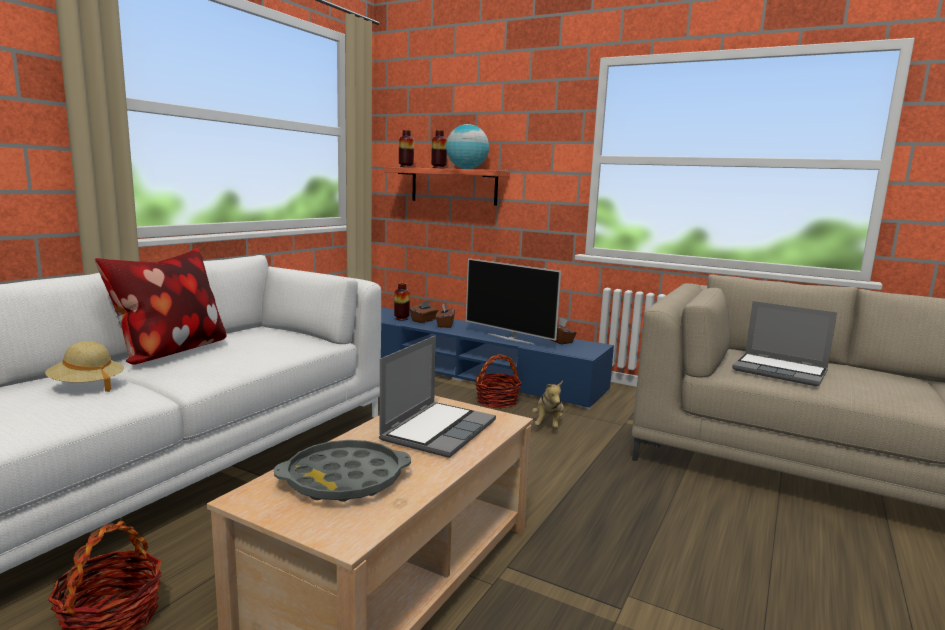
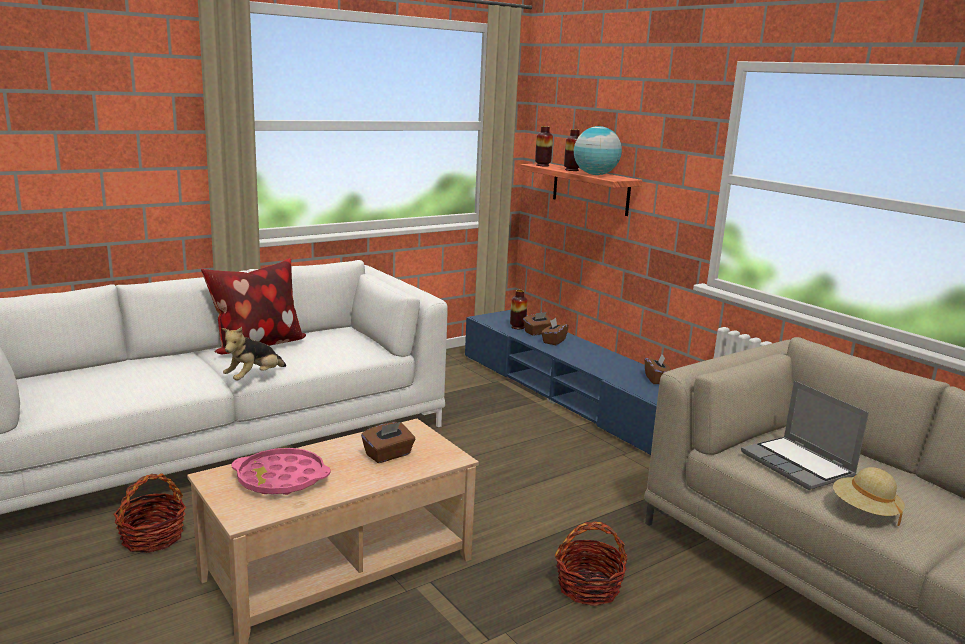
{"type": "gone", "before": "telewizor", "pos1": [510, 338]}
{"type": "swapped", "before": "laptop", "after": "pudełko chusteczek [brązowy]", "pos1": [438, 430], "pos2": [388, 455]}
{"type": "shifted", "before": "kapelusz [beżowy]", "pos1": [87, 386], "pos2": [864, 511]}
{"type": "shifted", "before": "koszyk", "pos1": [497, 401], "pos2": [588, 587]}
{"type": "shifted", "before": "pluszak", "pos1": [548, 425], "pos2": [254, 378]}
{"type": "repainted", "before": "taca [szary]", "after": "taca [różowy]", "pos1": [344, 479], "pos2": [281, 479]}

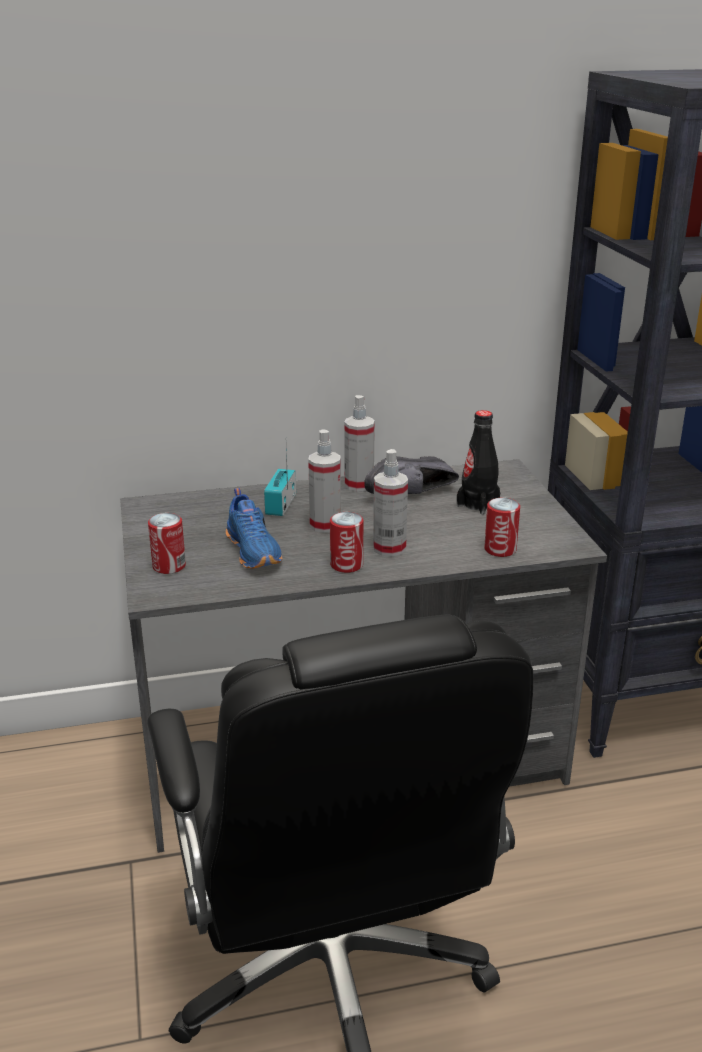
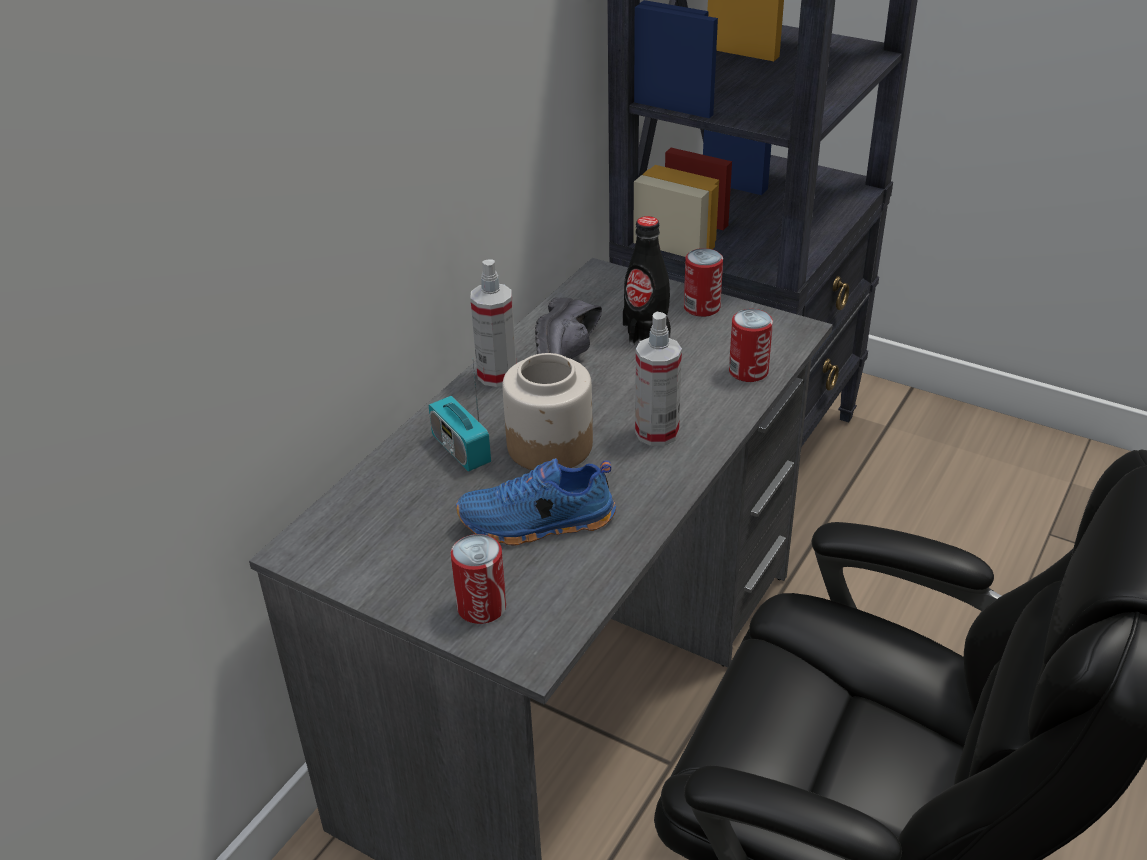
{"type": "swapped", "before": "spryskiwacz", "after": "słoik", "pos1": [325, 525], "pos2": [550, 445]}
{"type": "rotated", "before": "but [niebieski]", "pos1": [255, 551], "pos2": [537, 524], "turn": 150}
{"type": "shifted", "before": "puszka", "pos1": [346, 565], "pos2": [702, 307]}

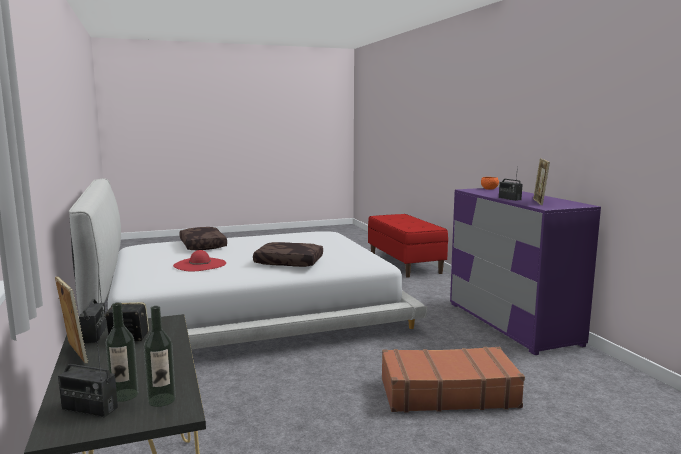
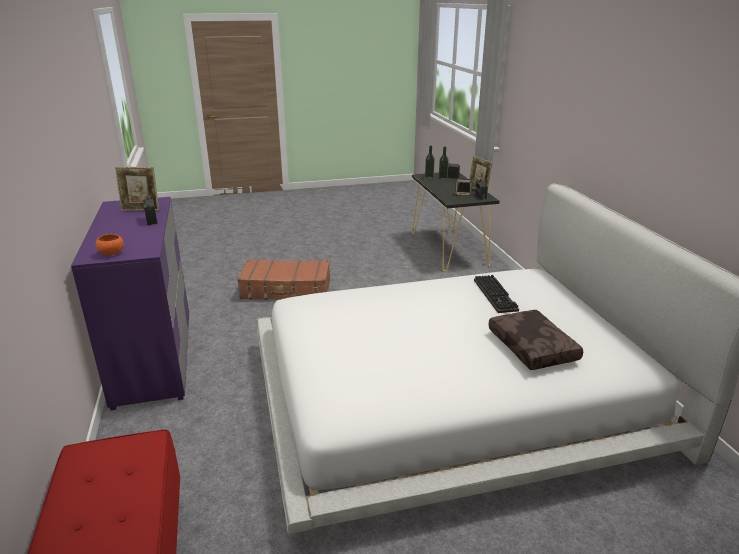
{"type": "rotated", "before": "ramka na zdjęcie", "pos1": [539, 202], "pos2": [141, 210], "turn": 75}
{"type": "gone", "before": "poduszka [brązowy]", "pos1": [288, 262]}
{"type": "swapped", "before": "kapelusz [czerwony]", "after": "klawiatura", "pos1": [199, 264], "pos2": [497, 295]}

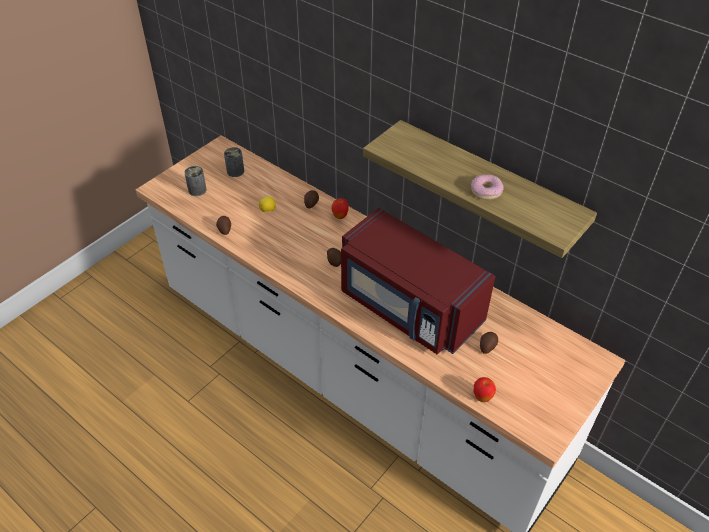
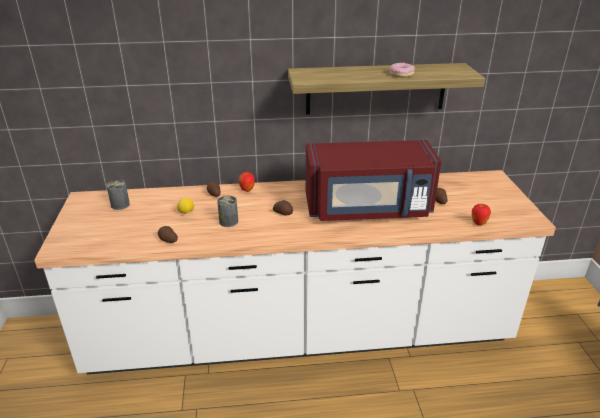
{"type": "shifted", "before": "puszka", "pos1": [197, 190], "pos2": [228, 222]}

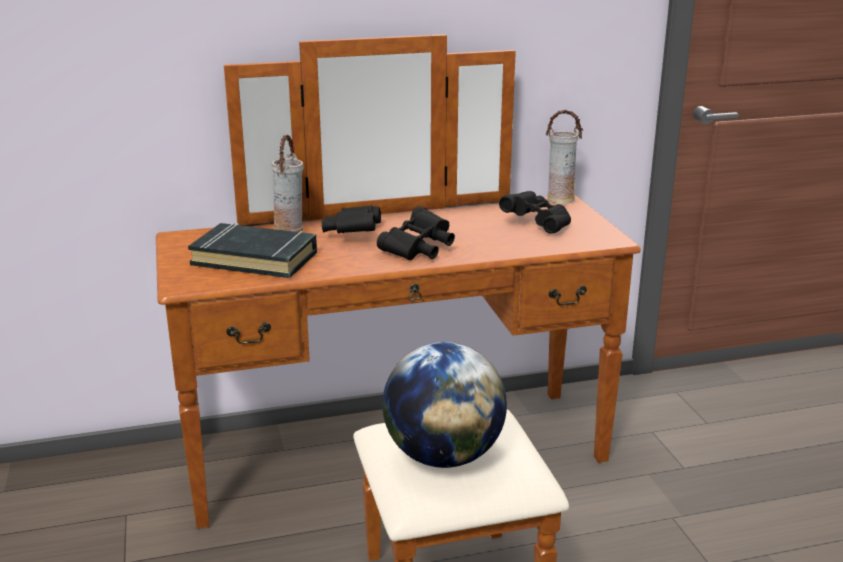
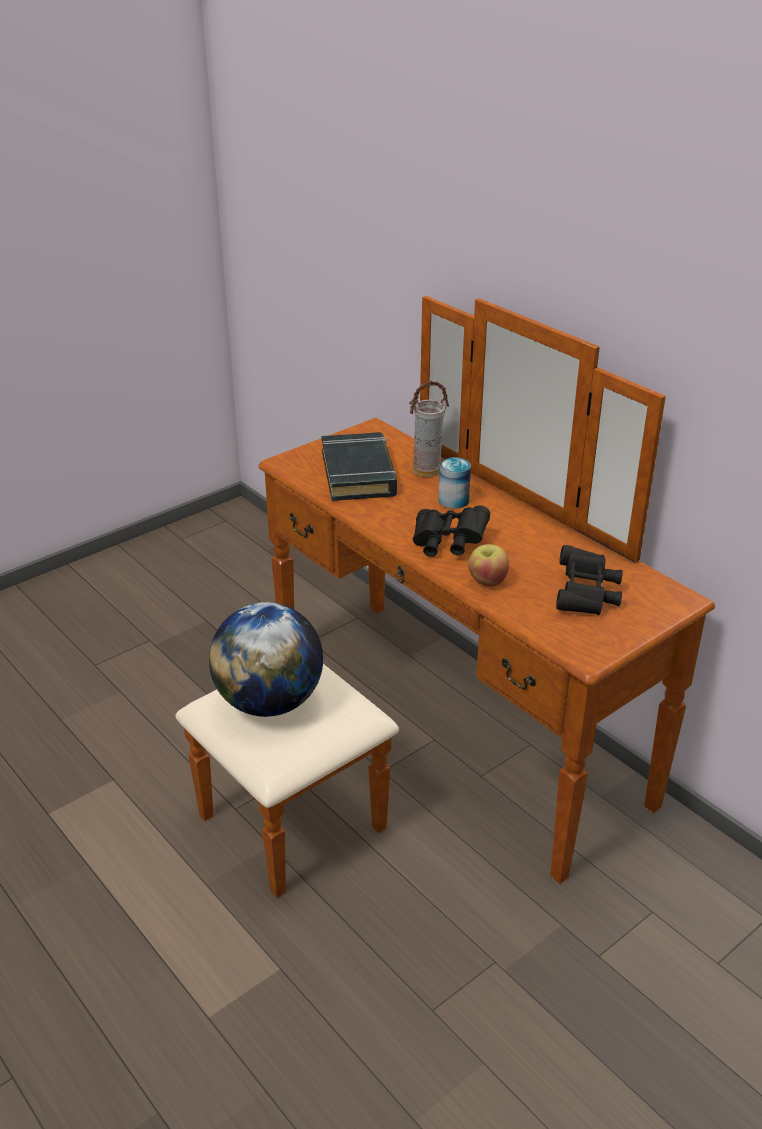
{"type": "gone", "before": "wazon", "pos1": [560, 199]}
{"type": "swapped", "before": "lornetka [czarny]", "after": "puszka", "pos1": [353, 234], "pos2": [453, 500]}
{"type": "new", "after": "jabłko", "pos2": [487, 581]}

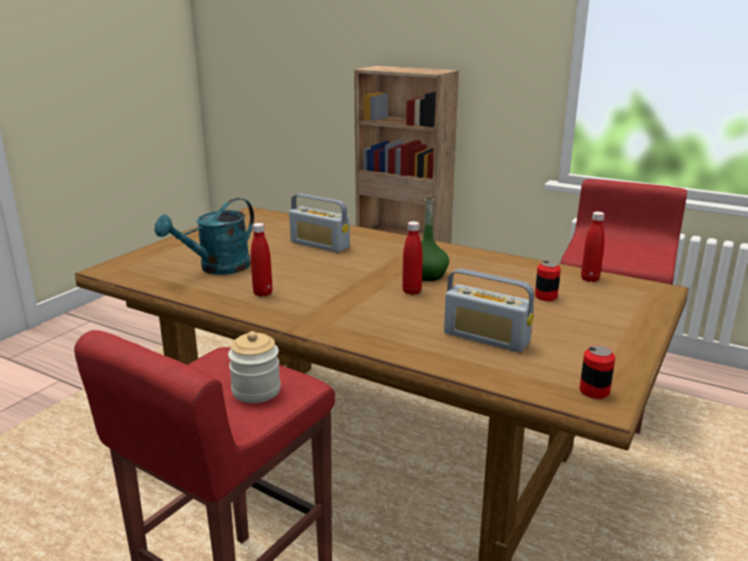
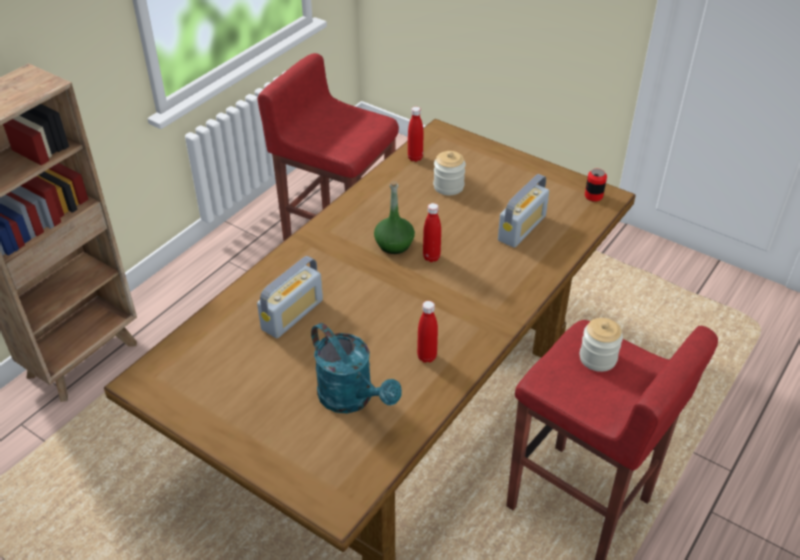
{"type": "swapped", "before": "puszka", "after": "słoik", "pos1": [546, 296], "pos2": [448, 186]}

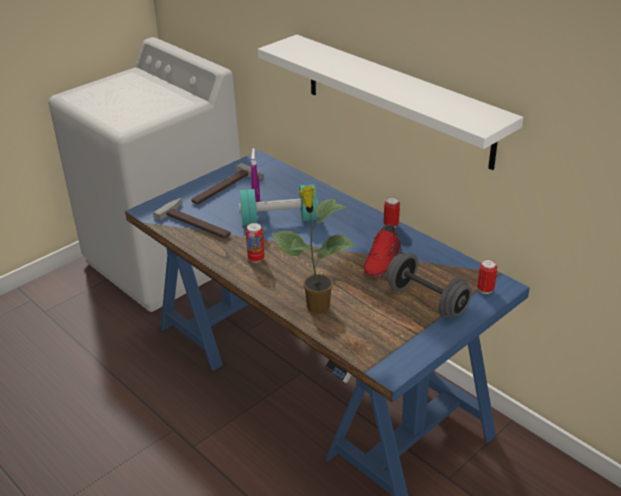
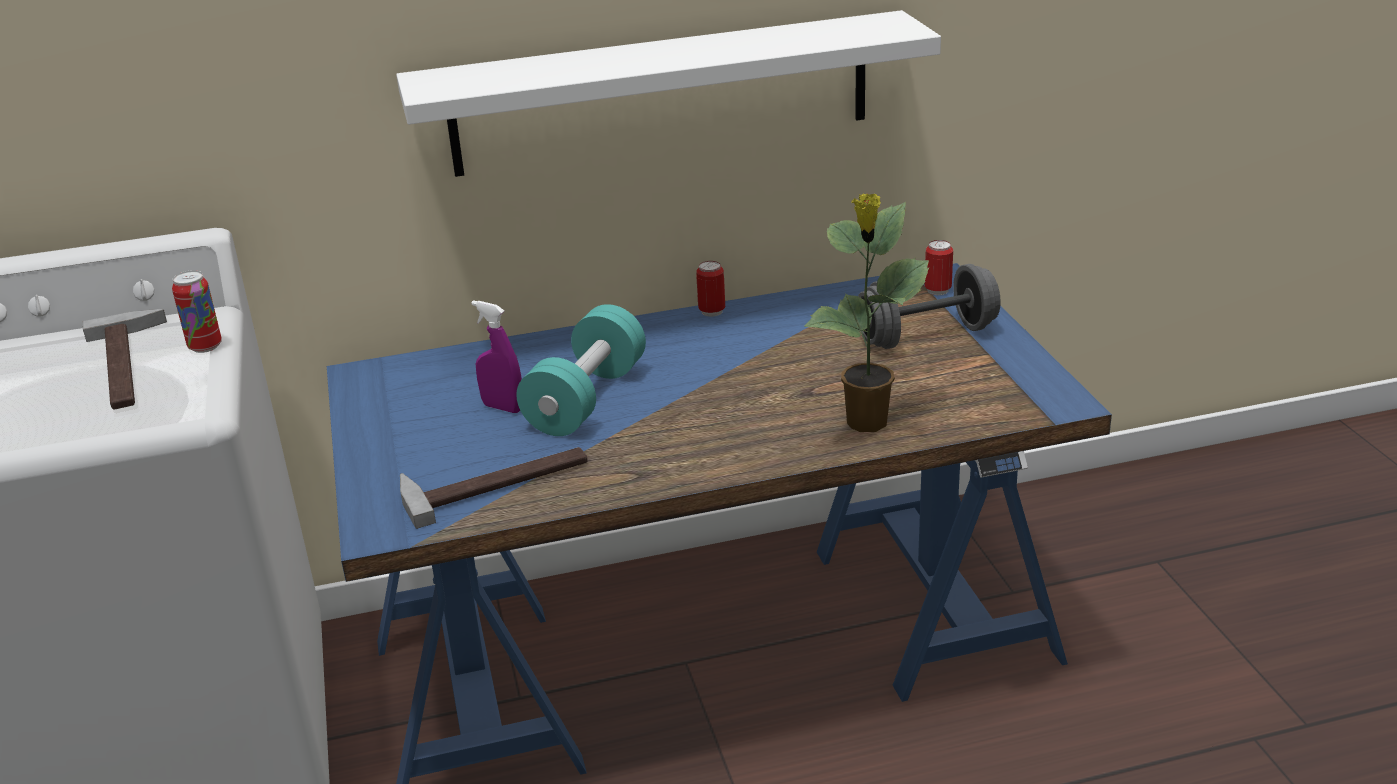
{"type": "shifted", "before": "młotek", "pos1": [226, 189], "pos2": [130, 365]}
{"type": "shifted", "before": "puszka", "pos1": [256, 258], "pos2": [205, 346]}
{"type": "gone", "before": "but [czerwony]", "pos1": [383, 262]}

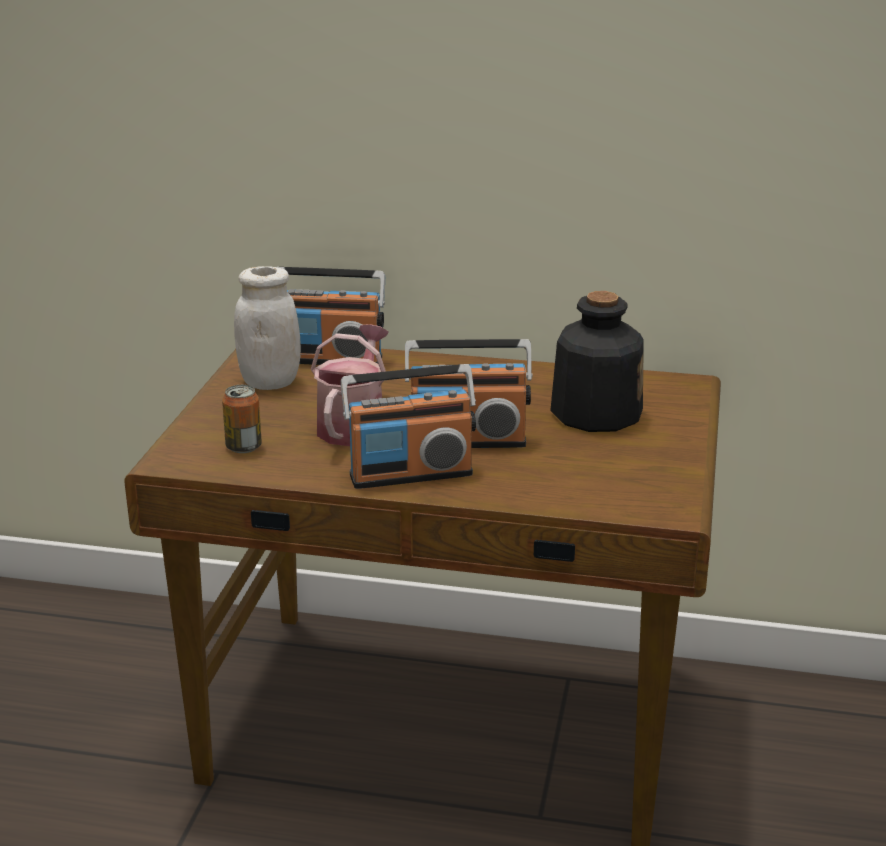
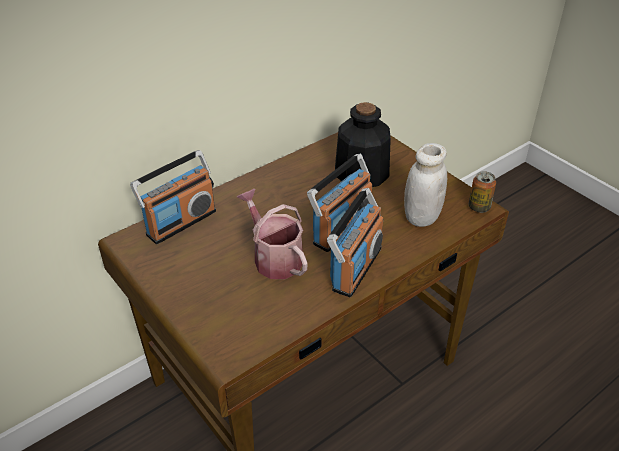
{"type": "shifted", "before": "słoik [biały]", "pos1": [270, 382], "pos2": [421, 217]}
{"type": "shifted", "before": "puszka", "pos1": [243, 447], "pos2": [479, 207]}

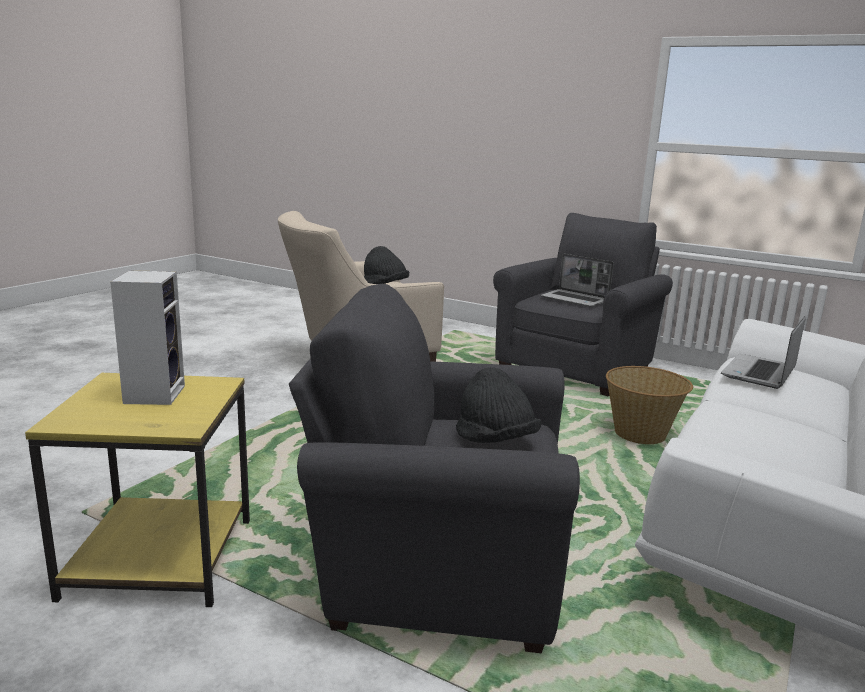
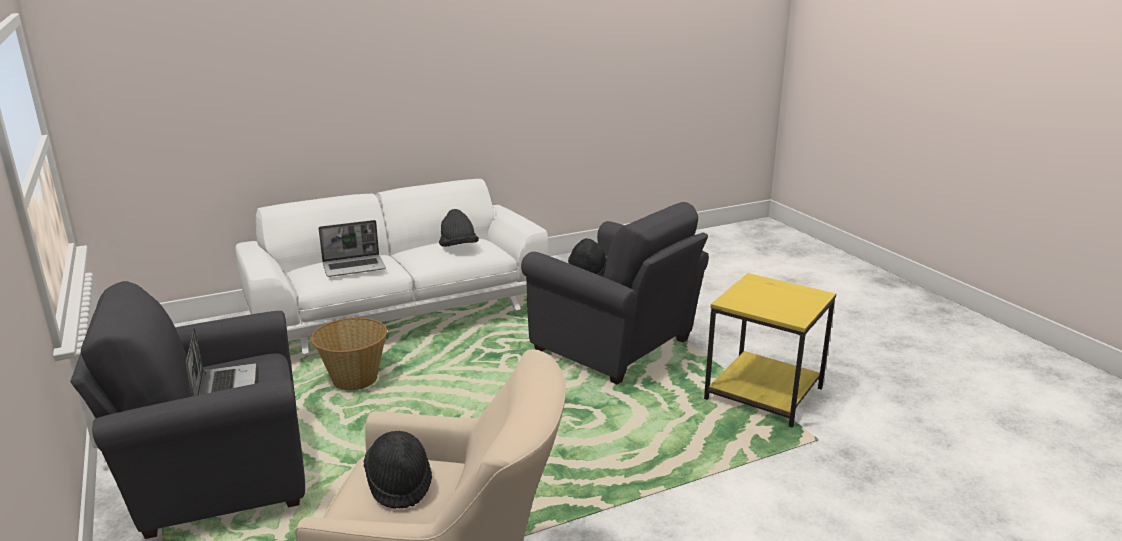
{"type": "gone", "before": "głośnik", "pos1": [154, 393]}
{"type": "new", "after": "kapelusz [czarny]", "pos2": [458, 247]}

